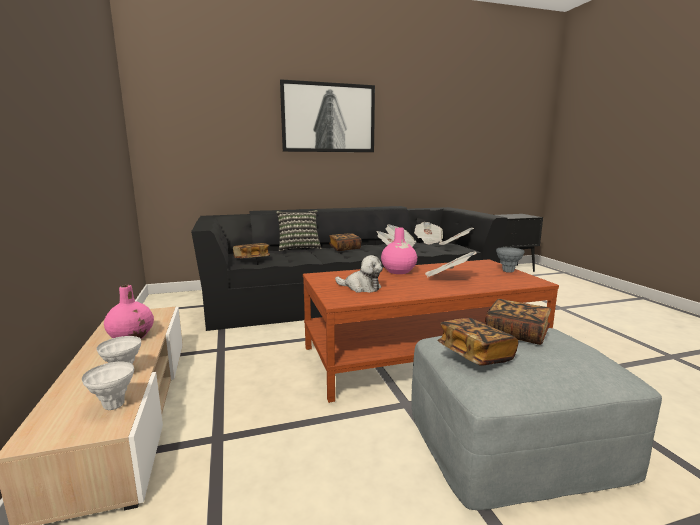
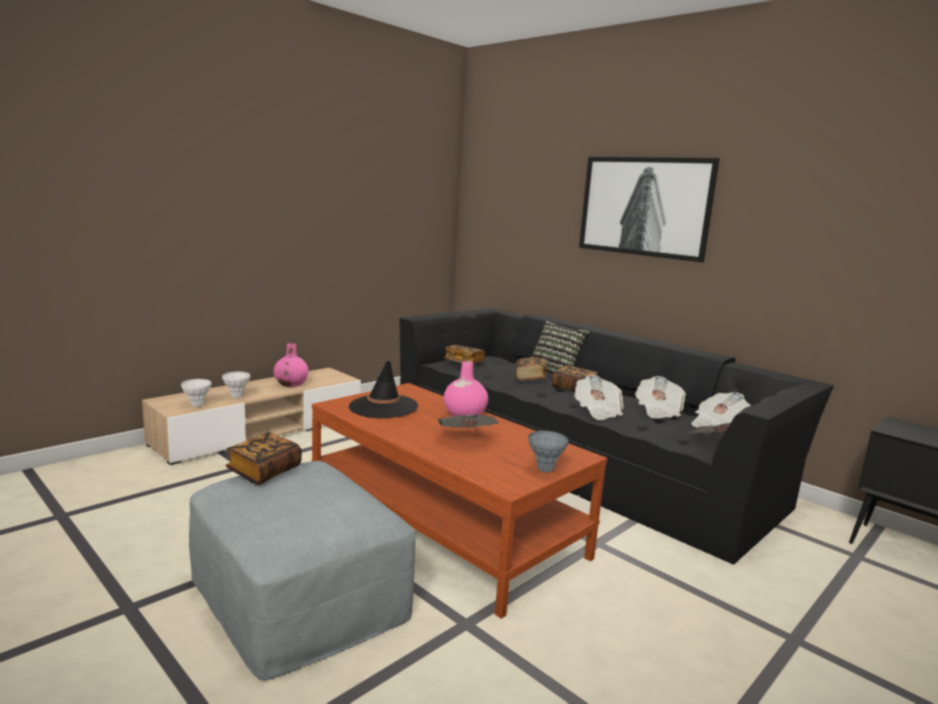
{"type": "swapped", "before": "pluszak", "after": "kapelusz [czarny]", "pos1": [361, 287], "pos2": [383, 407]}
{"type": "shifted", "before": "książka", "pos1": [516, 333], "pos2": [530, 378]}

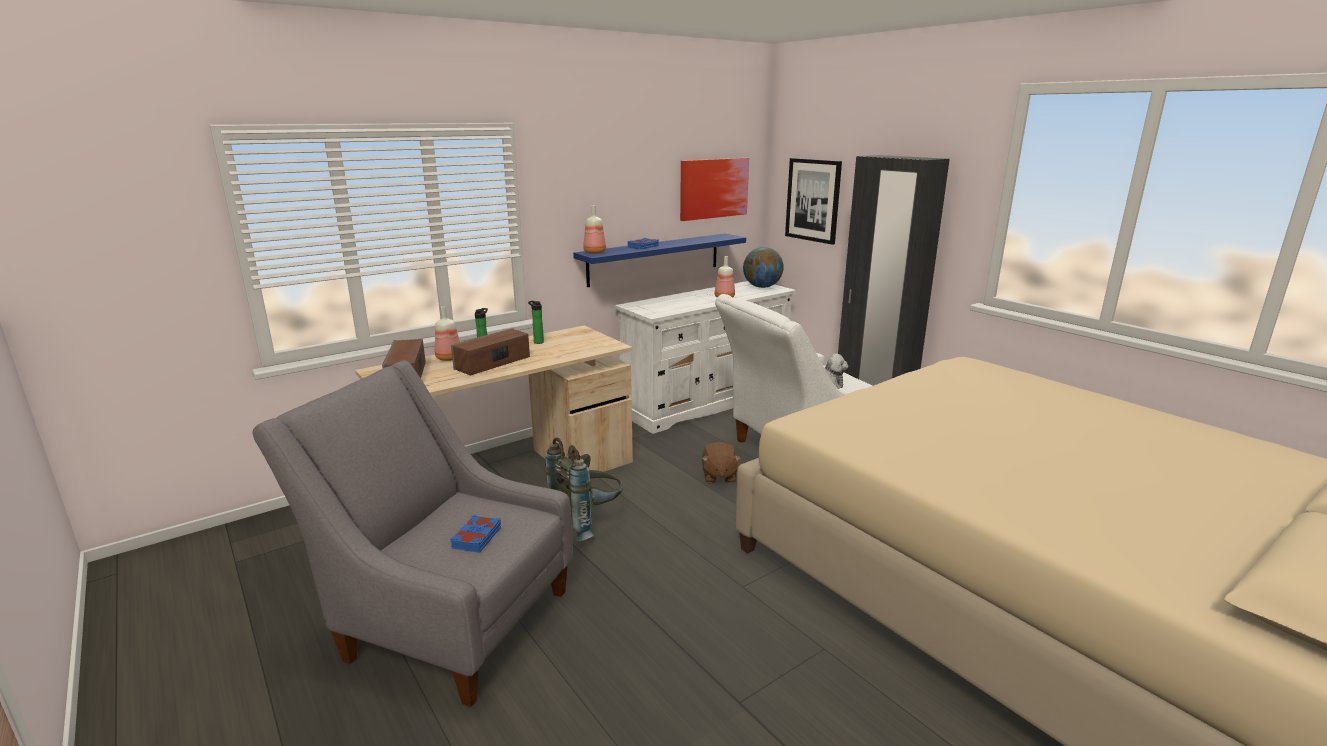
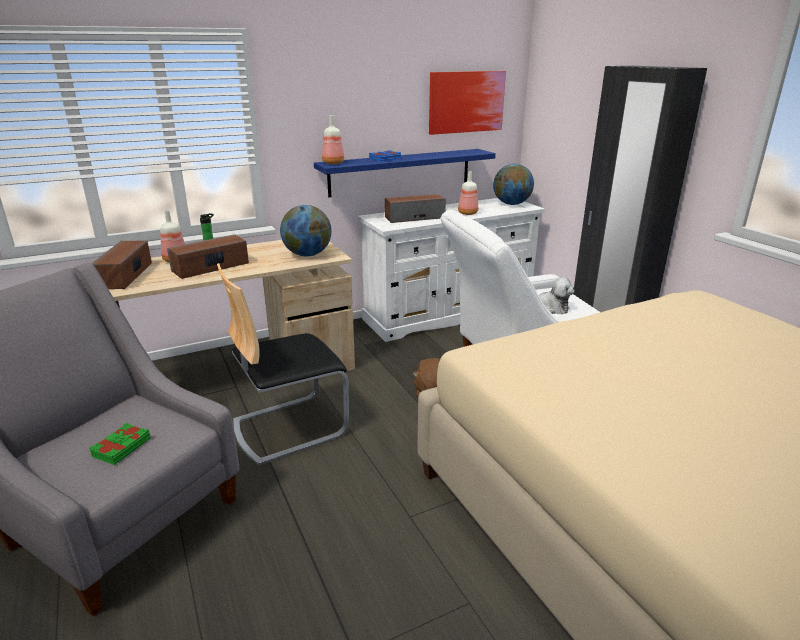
{"type": "gone", "before": "obraz", "pos1": [813, 200]}
{"type": "gone", "before": "butelka", "pos1": [537, 342]}
{"type": "swapped", "before": "plecak [szary]", "after": "krzesło", "pos1": [589, 521], "pos2": [289, 427]}
{"type": "repainted", "before": "książka [niebieski]", "after": "książka [zielony]", "pos1": [476, 537], "pos2": [121, 447]}
{"type": "new", "after": "głośnik", "pos2": [414, 217]}
{"type": "new", "after": "globus", "pos2": [307, 255]}

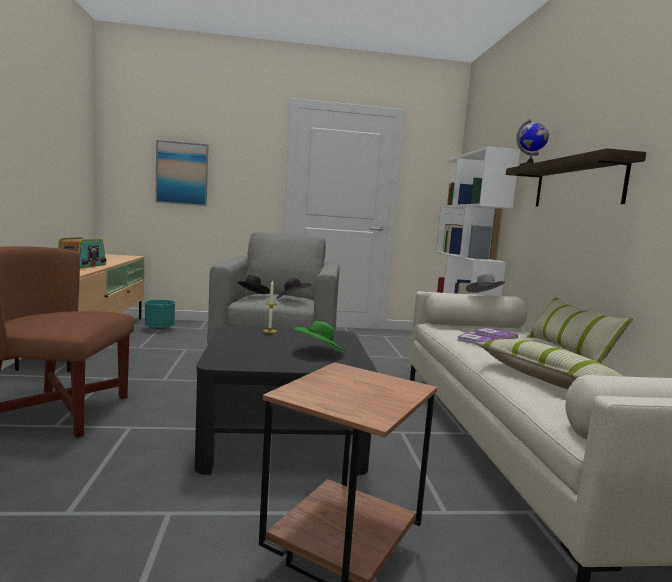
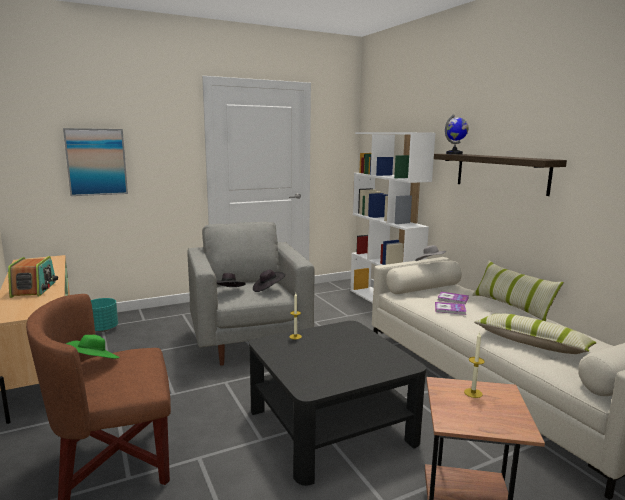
{"type": "shifted", "before": "kapelusz [zielony]", "pos1": [319, 352], "pos2": [93, 363]}
{"type": "new", "after": "świeca", "pos2": [473, 393]}

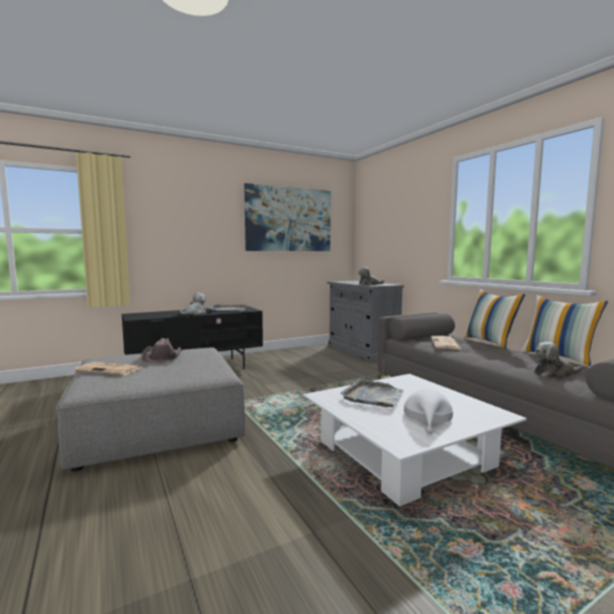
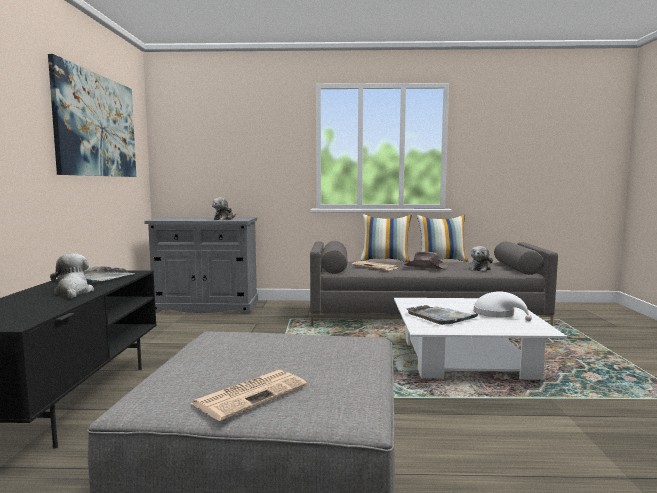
{"type": "shifted", "before": "kapelusz [brązowy]", "pos1": [162, 357], "pos2": [426, 267]}

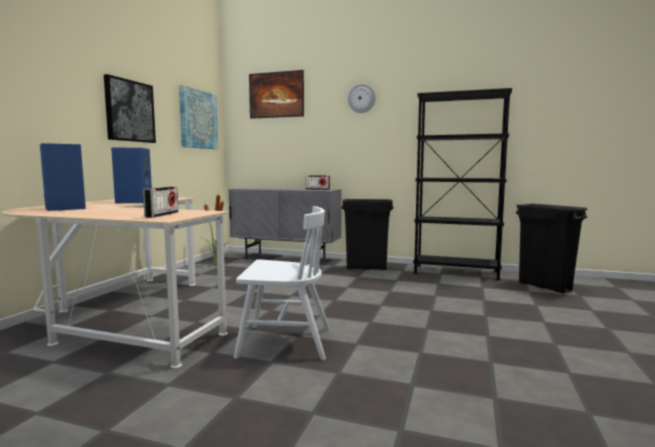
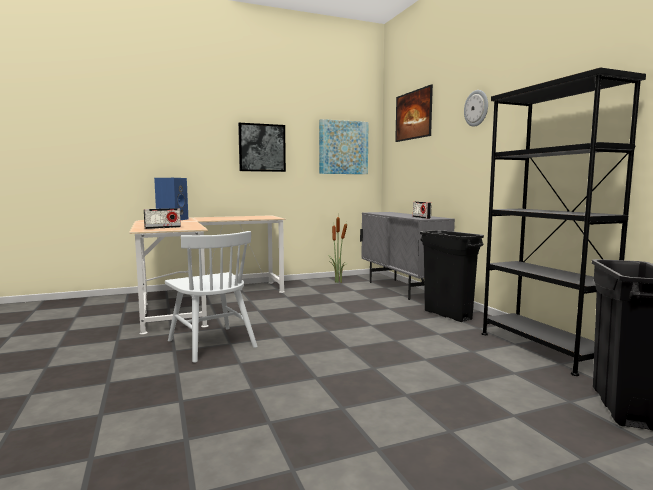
{"type": "gone", "before": "głośnik [niebieski]", "pos1": [133, 201]}

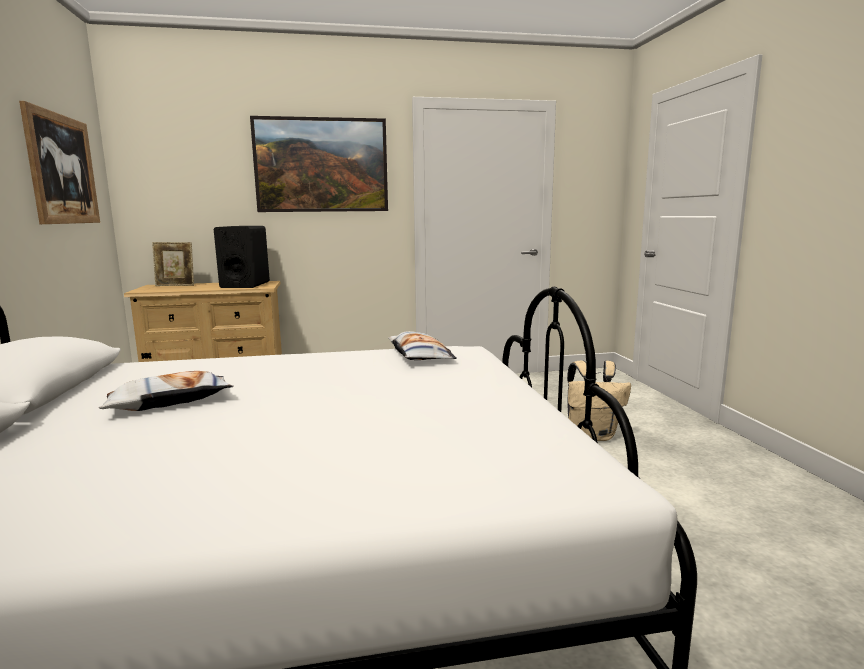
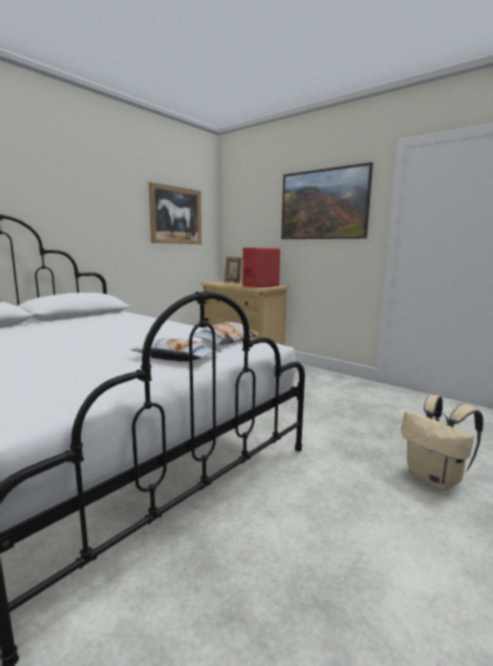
{"type": "repainted", "before": "głośnik [czarny]", "after": "głośnik [czerwony]", "pos1": [245, 285], "pos2": [260, 286]}
{"type": "shifted", "before": "poduszka", "pos1": [169, 401], "pos2": [176, 358]}

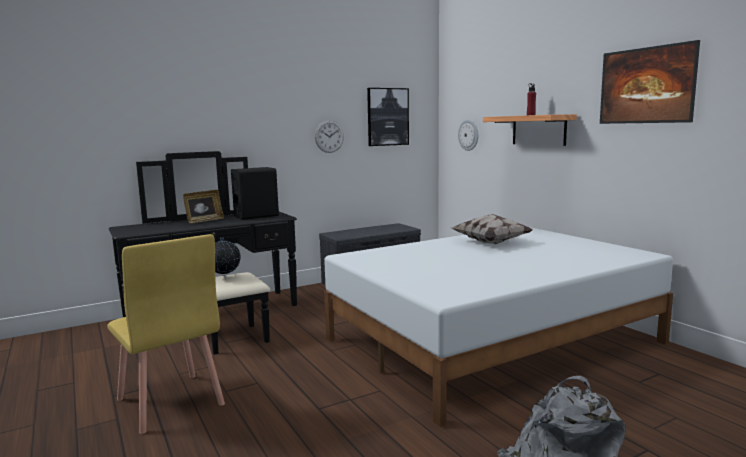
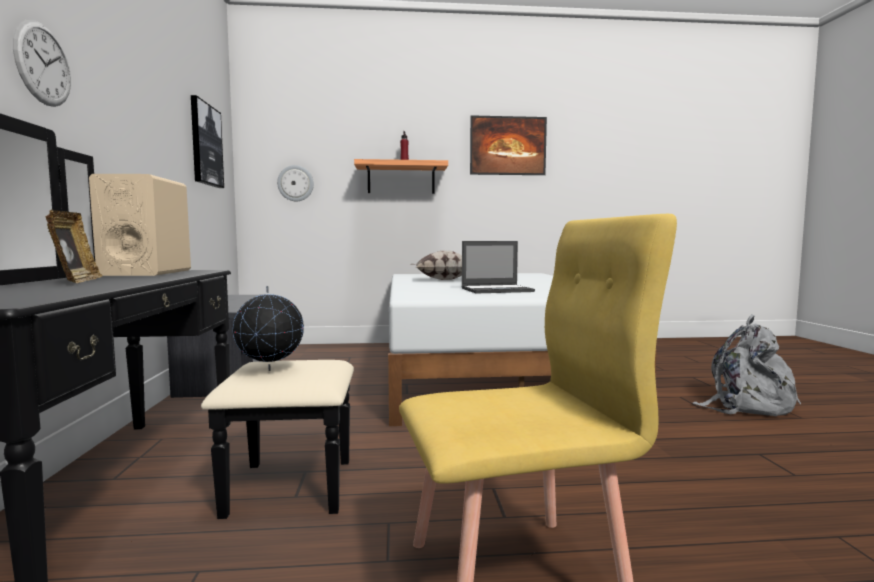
{"type": "shifted", "before": "zegar ścienny", "pos1": [329, 136], "pos2": [43, 64]}
{"type": "repainted", "before": "głośnik [czarny]", "after": "głośnik [beżowy]", "pos1": [256, 216], "pos2": [147, 273]}
{"type": "new", "after": "laptop", "pos2": [497, 290]}

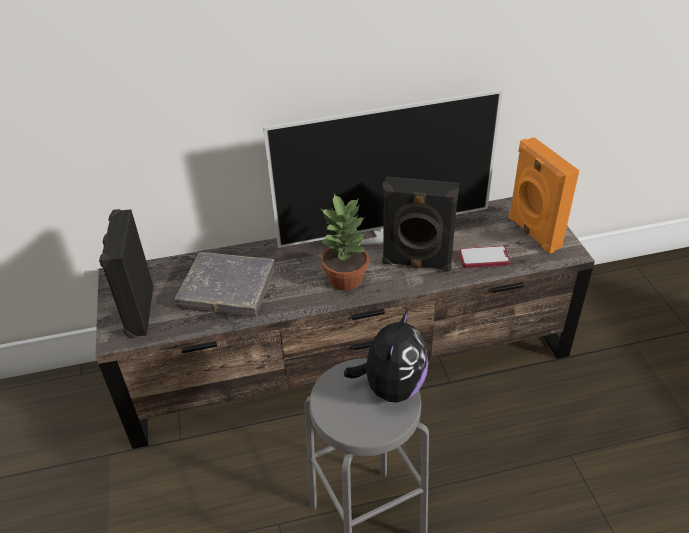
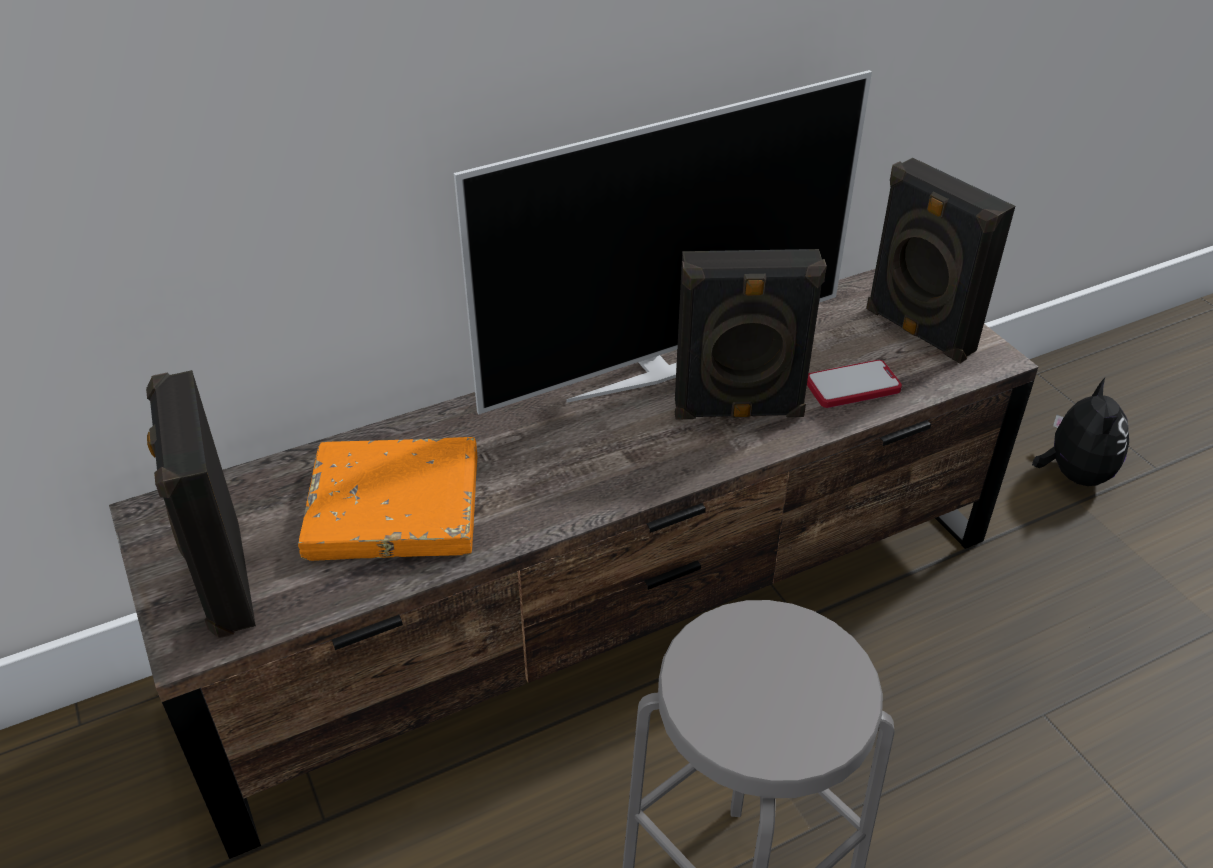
{"type": "repainted", "before": "głośnik [pomarańczowy]", "after": "głośnik [czarny]", "pos1": [532, 233], "pos2": [917, 332]}
{"type": "gone", "before": "roślina doniczkowa", "pos1": [346, 278]}
{"type": "repainted", "before": "książka [szary]", "after": "książka [pomarańczowy]", "pos1": [227, 289], "pos2": [394, 507]}
{"type": "shifted", "before": "pluszak", "pos1": [391, 387], "pos2": [1073, 474]}

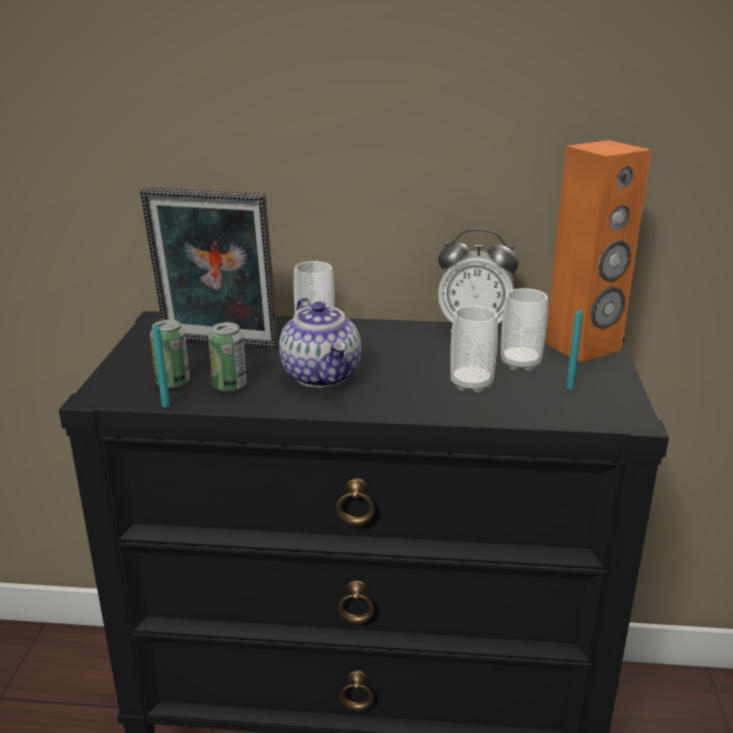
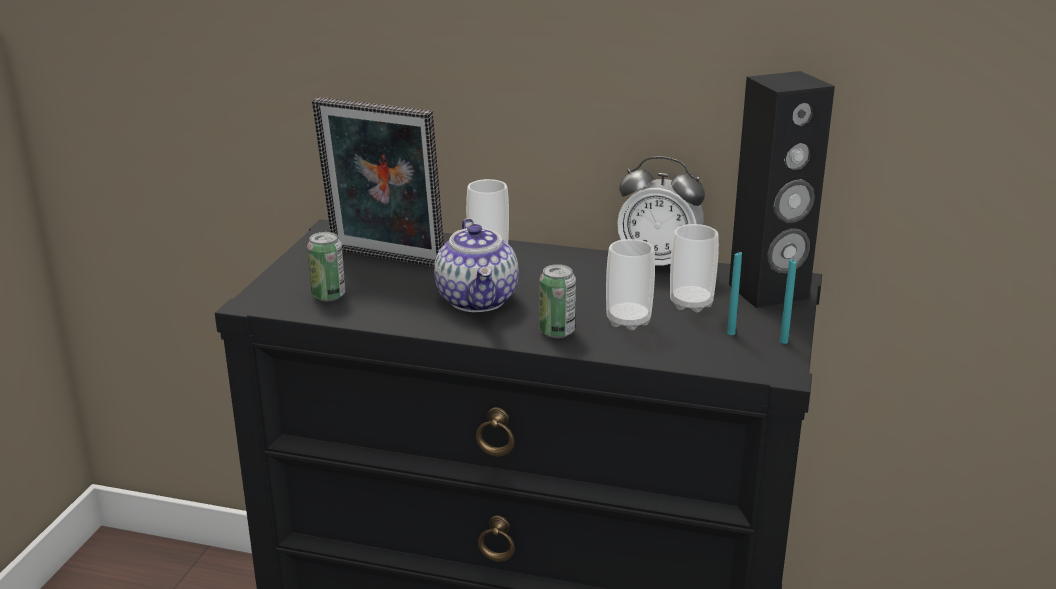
{"type": "repainted", "before": "głośnik [pomarańczowy]", "after": "głośnik [czarny]", "pos1": [583, 347], "pos2": [769, 292]}
{"type": "shifted", "before": "puszka", "pos1": [229, 386], "pos2": [557, 332]}
{"type": "shifted", "before": "świeca [turkusowy]", "pos1": [165, 405], "pos2": [783, 342]}

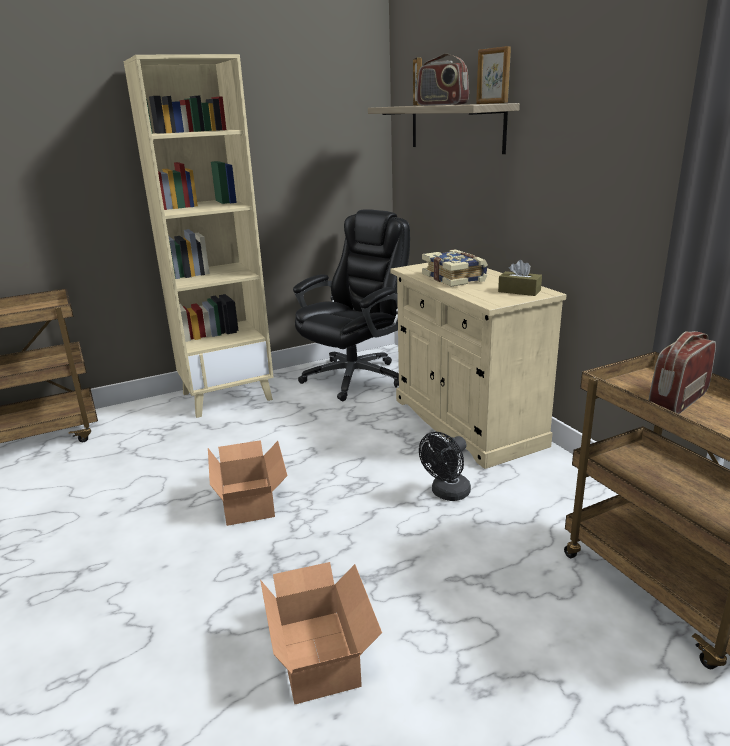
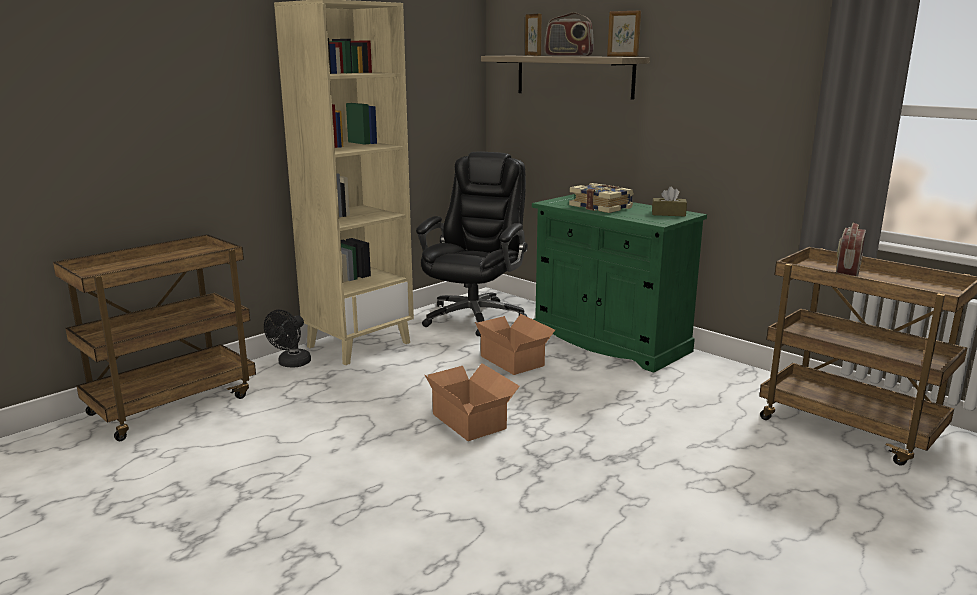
{"type": "repainted", "before": "szafka [beżowy]", "after": "szafka [zielony]", "pos1": [466, 422], "pos2": [609, 341]}
{"type": "shifted", "before": "wentylator [czarny]", "pos1": [447, 494], "pos2": [291, 364]}
{"type": "shifted", "before": "karton", "pos1": [321, 652], "pos2": [513, 360]}

